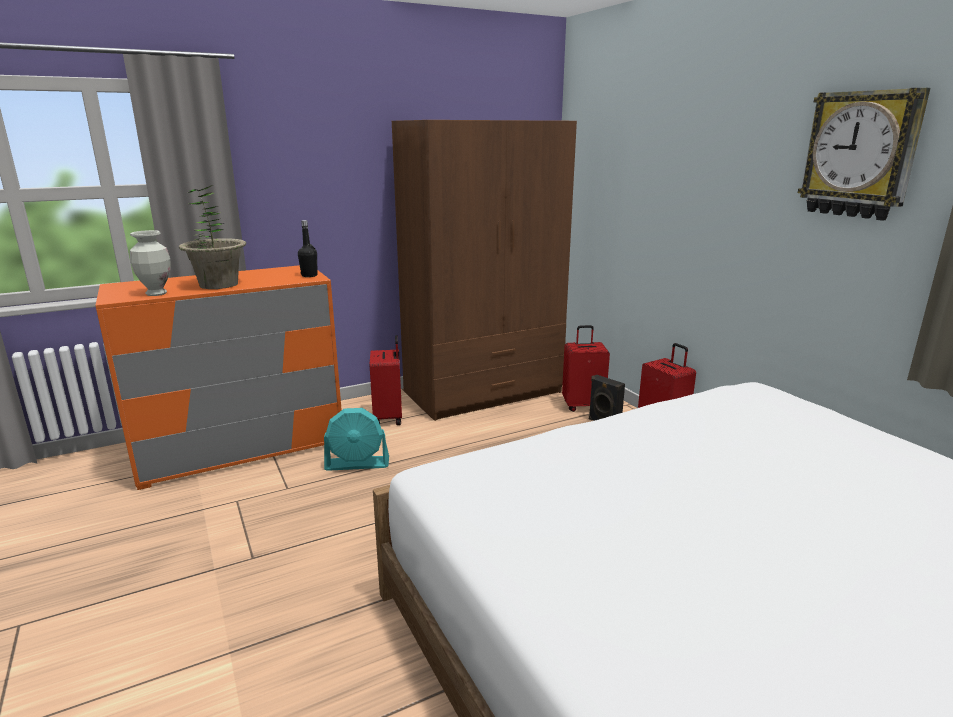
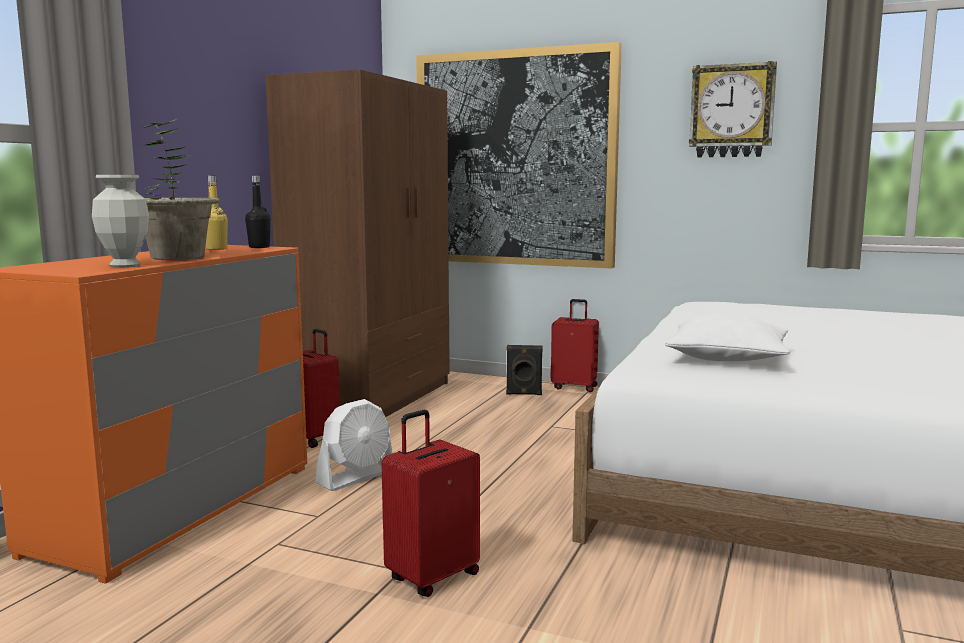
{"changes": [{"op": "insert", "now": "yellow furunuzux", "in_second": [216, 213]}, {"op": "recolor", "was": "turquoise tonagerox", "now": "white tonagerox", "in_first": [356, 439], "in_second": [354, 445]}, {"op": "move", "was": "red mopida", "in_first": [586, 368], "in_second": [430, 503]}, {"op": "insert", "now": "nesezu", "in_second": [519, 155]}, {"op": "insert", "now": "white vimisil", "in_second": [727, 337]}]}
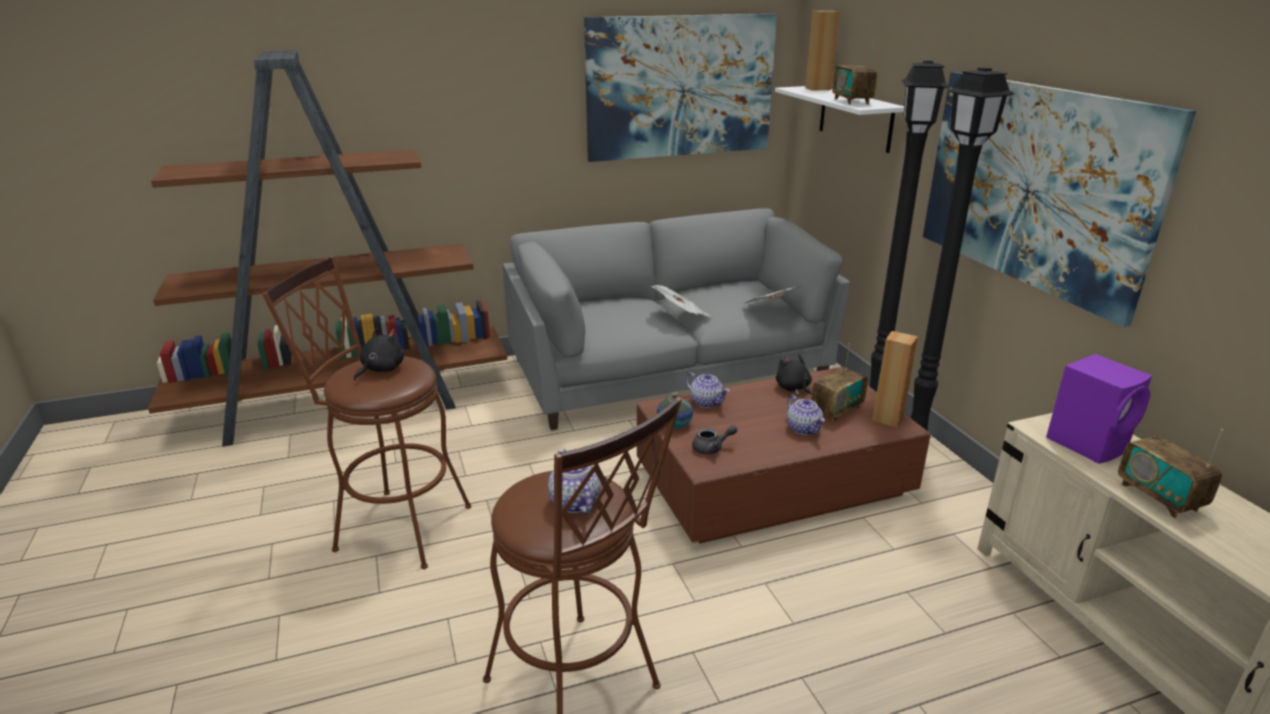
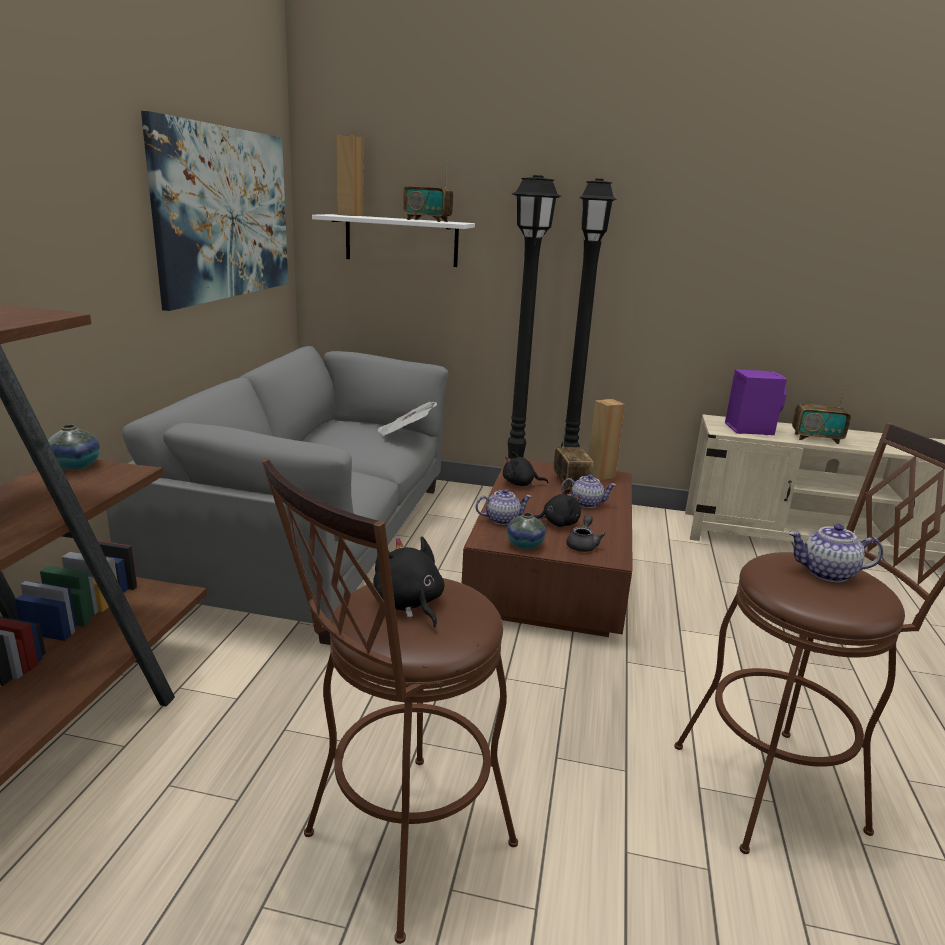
{"changes": [{"op": "insert", "now": "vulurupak", "in_second": [73, 447]}, {"op": "insert", "now": "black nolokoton", "in_second": [557, 508]}, {"op": "delete", "was": "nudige", "in_first": [680, 300]}, {"op": "delete", "was": "nesezu", "in_first": [1059, 199]}]}
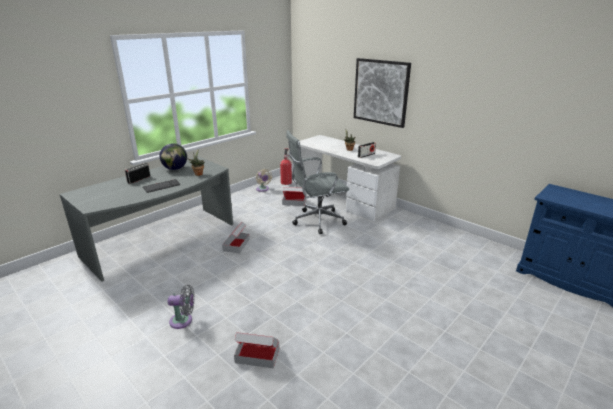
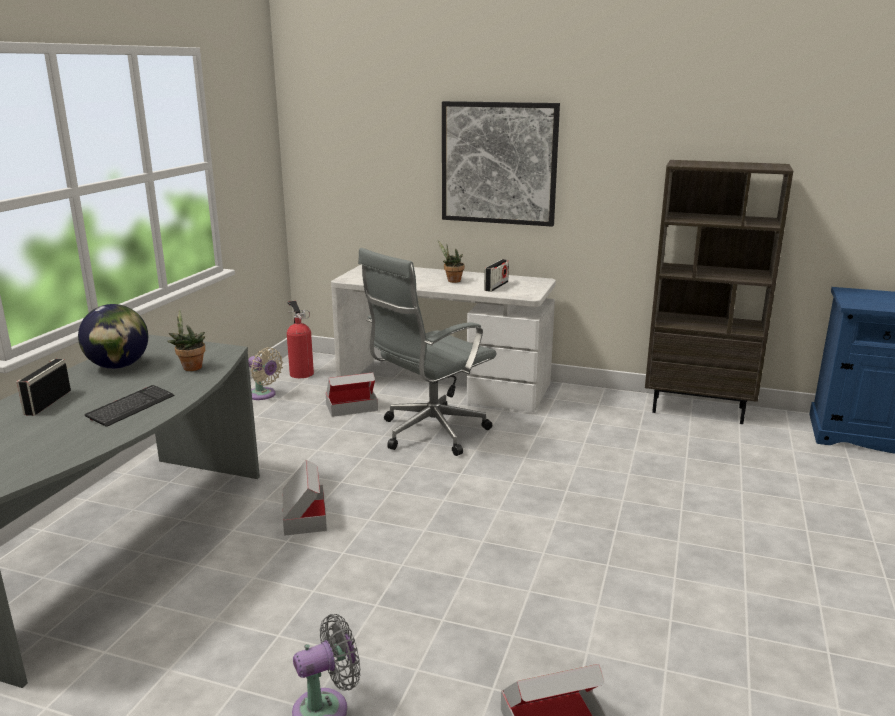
{"changes": [{"op": "insert", "now": "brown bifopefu", "in_second": [719, 292]}]}
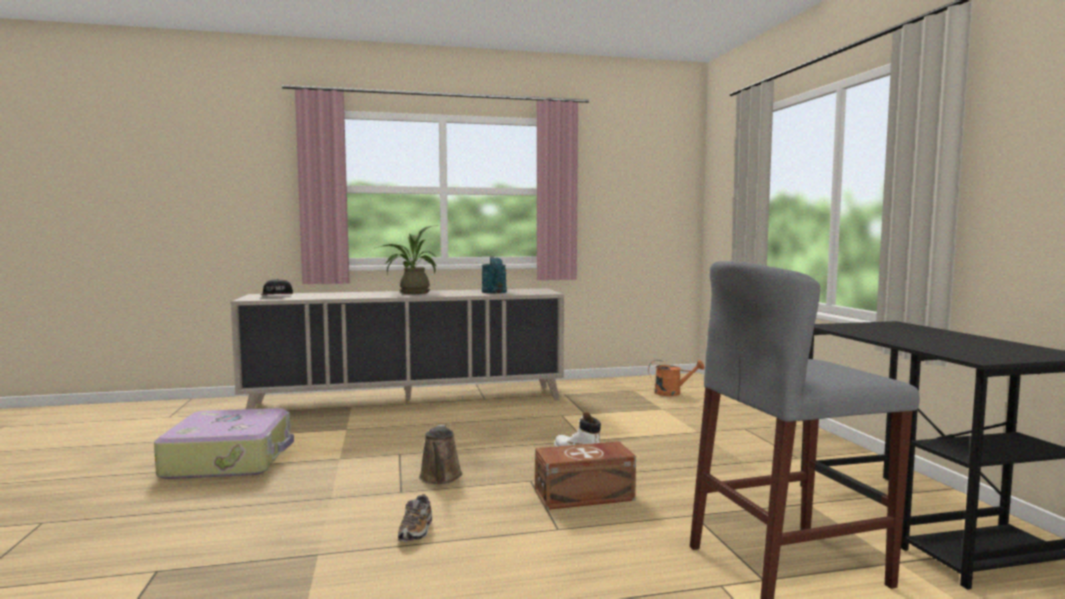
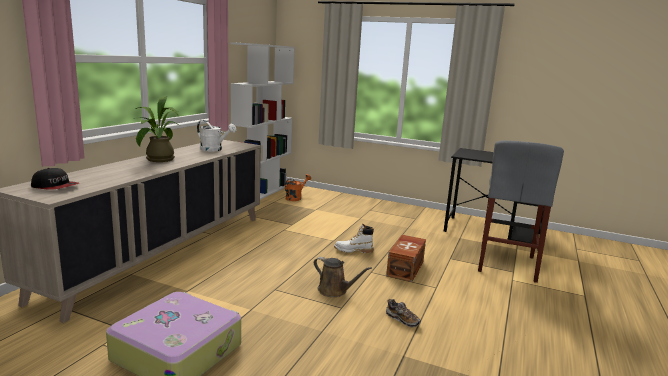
{"changes": [{"op": "recolor", "was": "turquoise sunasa", "now": "white sunasa", "in_first": [494, 275], "in_second": [216, 135]}, {"op": "insert", "now": "white bifopefu", "in_second": [263, 121]}]}
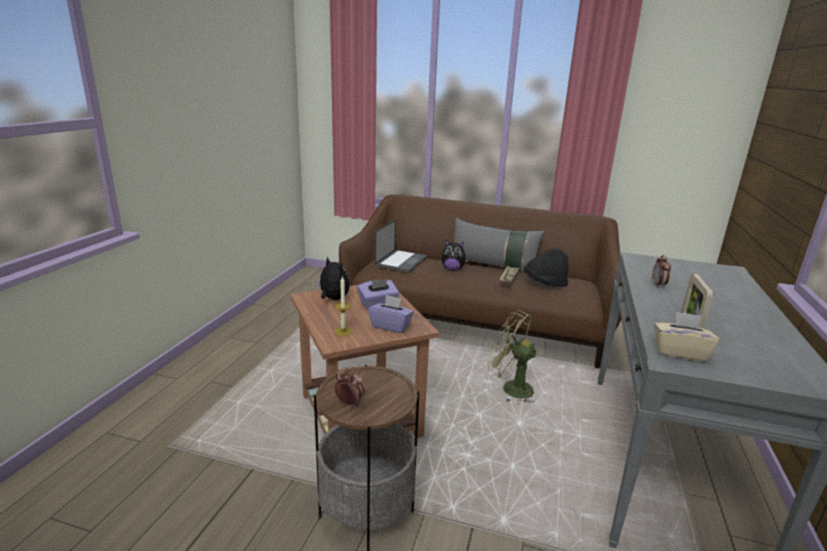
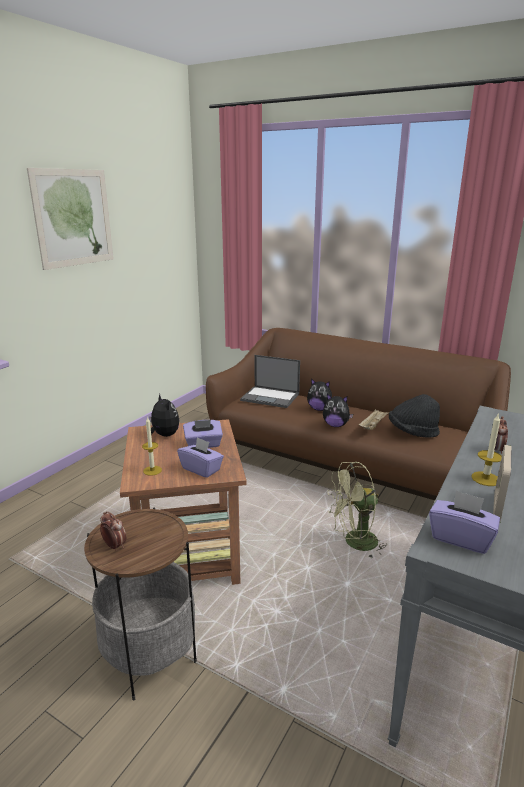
{"changes": [{"op": "insert", "now": "nesezu", "in_second": [70, 219]}, {"op": "rotate", "was": "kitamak", "in_first": [401, 246], "in_second": [270, 381], "clockwise": 75}, {"op": "insert", "now": "nolokoton", "in_second": [338, 410]}, {"op": "rotate", "was": "green tonagerox", "in_first": [512, 356], "in_second": [357, 510], "clockwise": -60}, {"op": "recolor", "was": "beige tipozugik", "now": "purple tipozugik", "in_first": [687, 336], "in_second": [464, 522]}, {"op": "insert", "now": "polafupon", "in_second": [487, 449]}, {"op": "delete", "was": "grey vimisil", "in_first": [498, 245]}]}
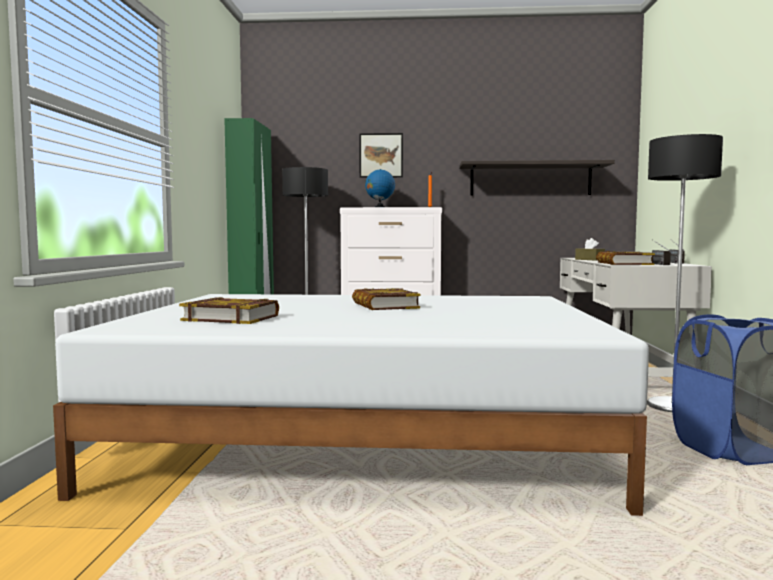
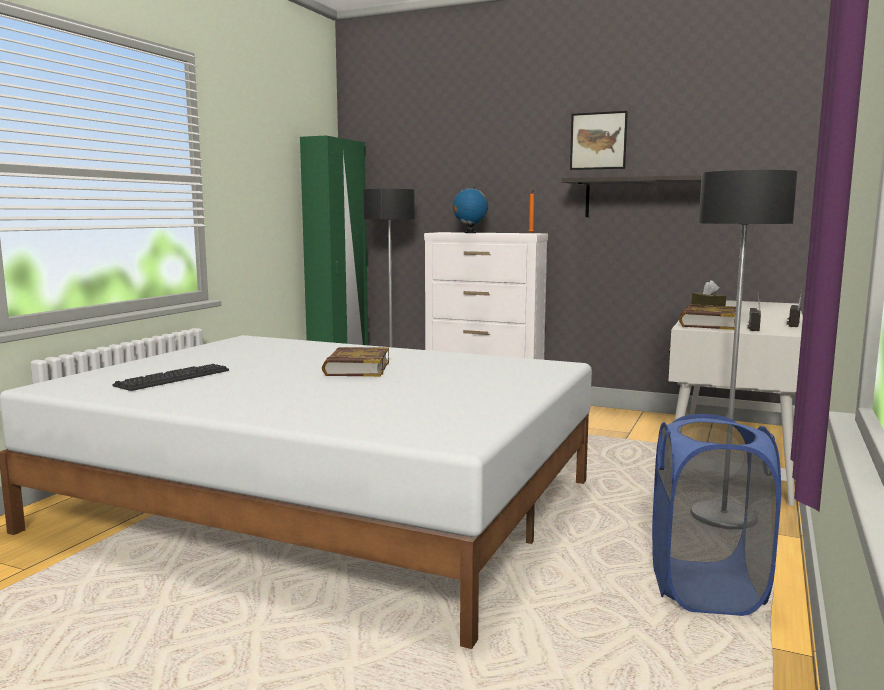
{"changes": [{"op": "replace", "was": "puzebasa", "now": "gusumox", "in_first": [229, 310], "in_second": [171, 377]}, {"op": "move", "was": "nesezu", "in_first": [381, 155], "in_second": [599, 140]}]}
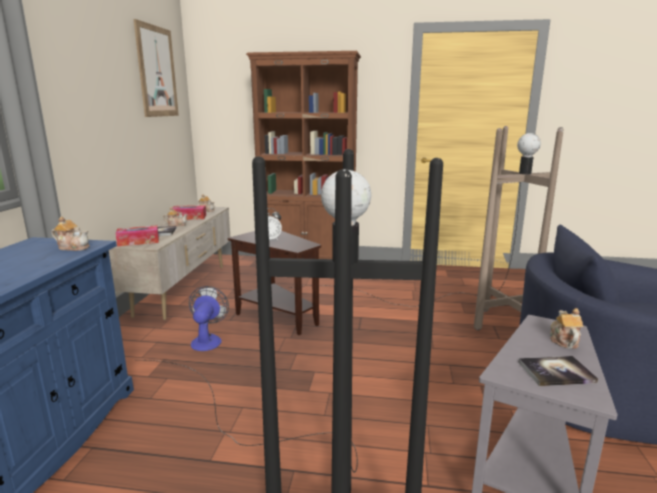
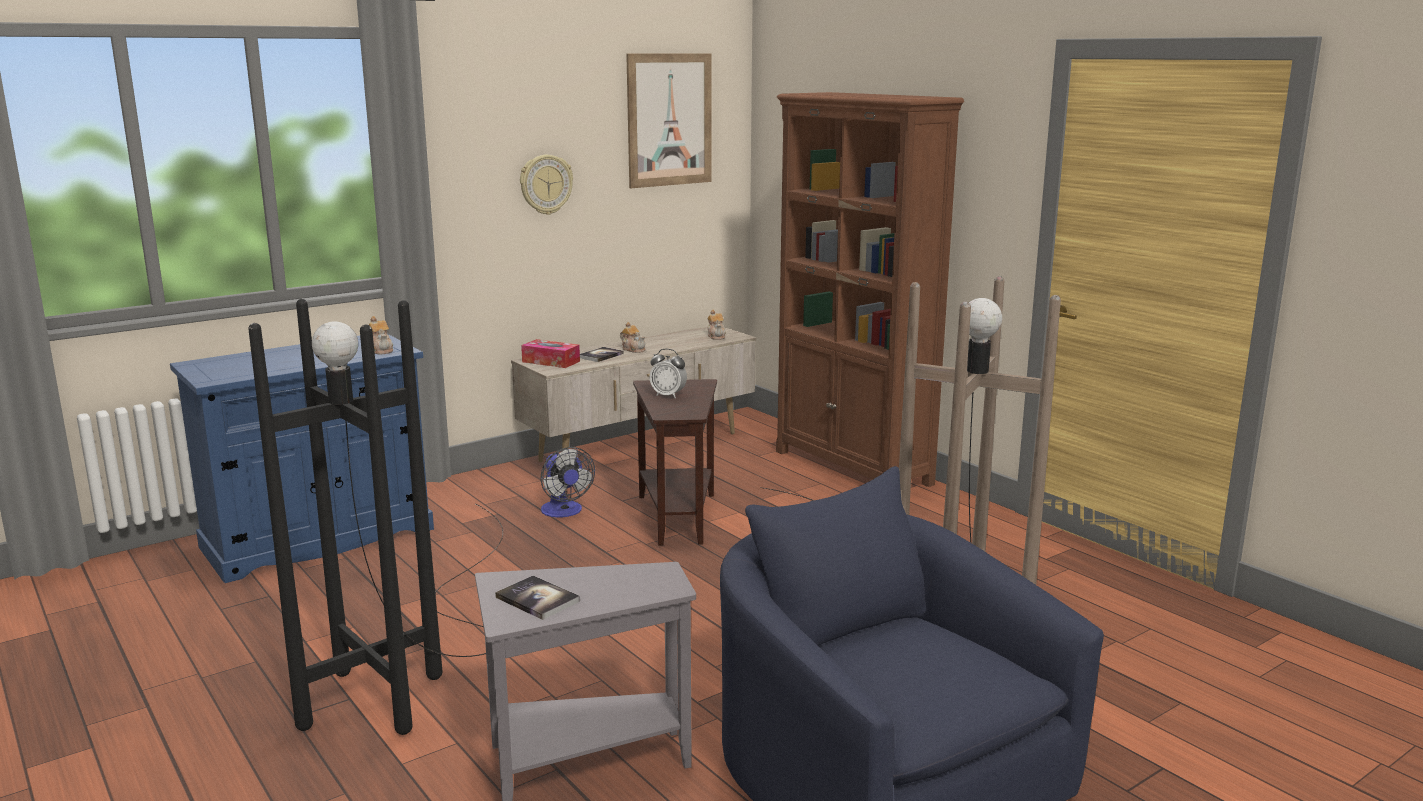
{"changes": [{"op": "insert", "now": "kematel", "in_second": [546, 185]}, {"op": "rotate", "was": "tonagerox", "in_first": [209, 318], "in_second": [568, 482], "clockwise": 105}, {"op": "delete", "was": "tipozugik", "in_first": [189, 212]}, {"op": "delete", "was": "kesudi", "in_first": [566, 328]}]}
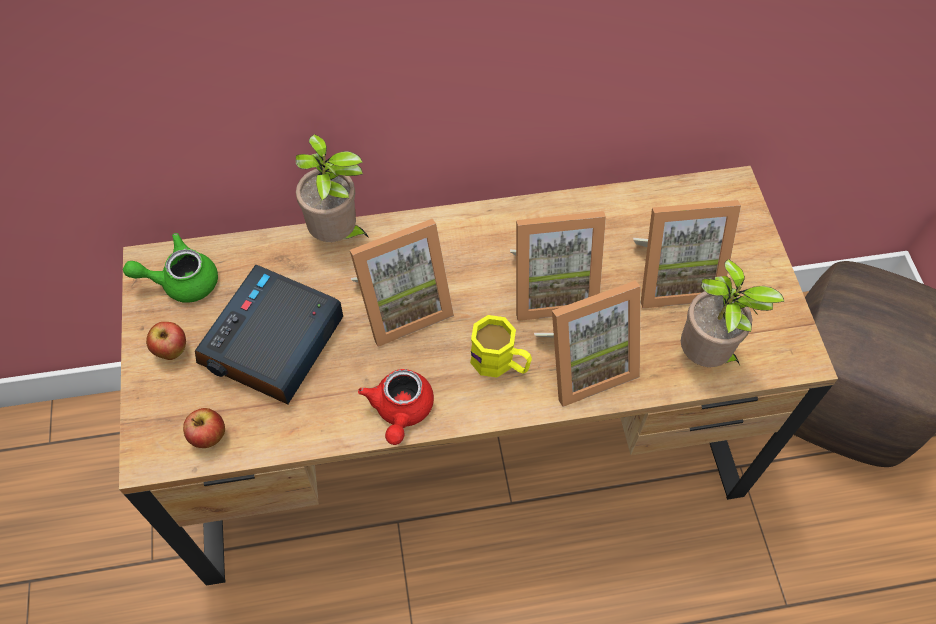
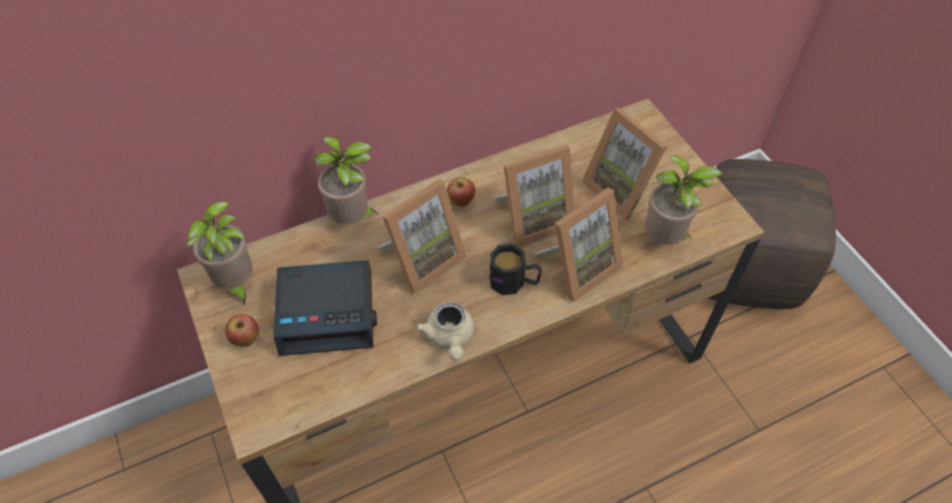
{"changes": [{"op": "replace", "was": "green kesudi", "now": "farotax", "in_first": [170, 268], "in_second": [219, 254]}, {"op": "rotate", "was": "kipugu", "in_first": [269, 334], "in_second": [325, 308], "clockwise": -105}, {"op": "recolor", "was": "red kesudi", "now": "beige kesudi", "in_first": [396, 407], "in_second": [444, 331]}, {"op": "move", "was": "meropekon", "in_first": [204, 428], "in_second": [461, 192]}, {"op": "recolor", "was": "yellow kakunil", "now": "black kakunil", "in_first": [501, 346], "in_second": [515, 269]}, {"op": "rotate", "was": "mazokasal", "in_first": [687, 254], "in_second": [624, 164], "clockwise": 75}]}
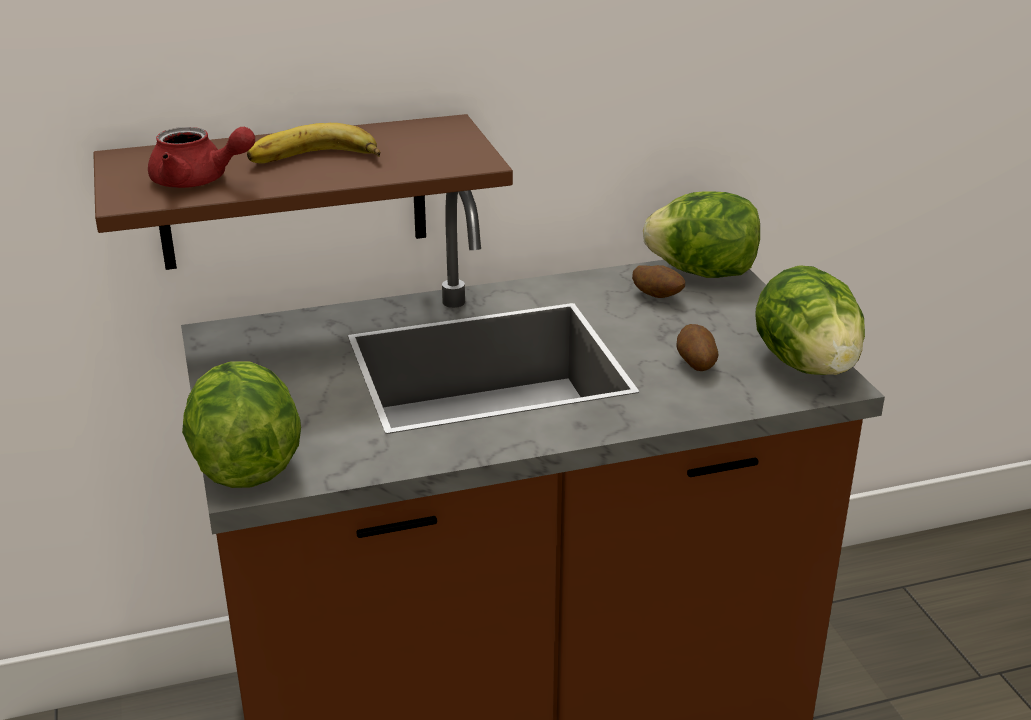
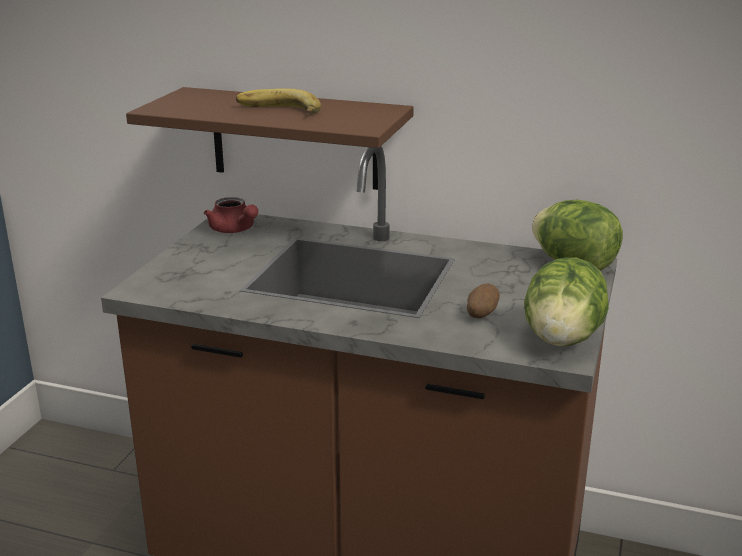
{"changes": [{"op": "move", "was": "red kesudi", "in_first": [201, 157], "in_second": [231, 215]}, {"op": "delete", "was": "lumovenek", "in_first": [241, 424]}, {"op": "delete", "was": "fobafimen", "in_first": [658, 281]}]}
